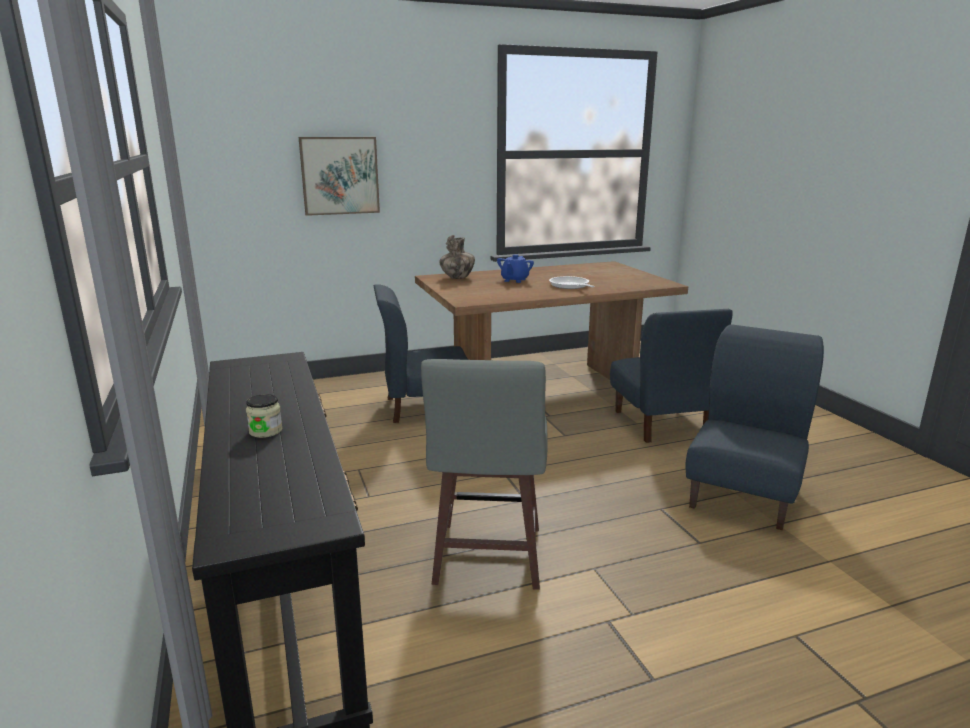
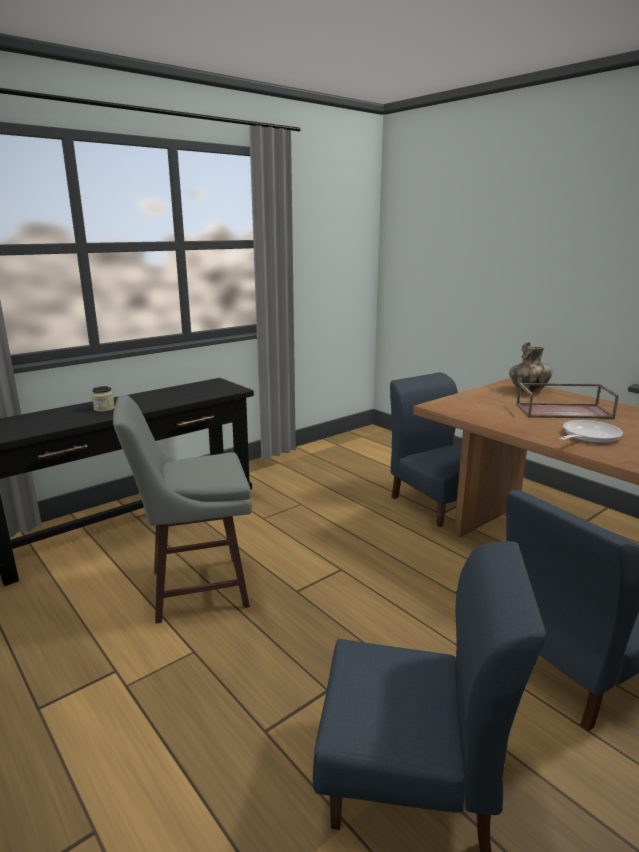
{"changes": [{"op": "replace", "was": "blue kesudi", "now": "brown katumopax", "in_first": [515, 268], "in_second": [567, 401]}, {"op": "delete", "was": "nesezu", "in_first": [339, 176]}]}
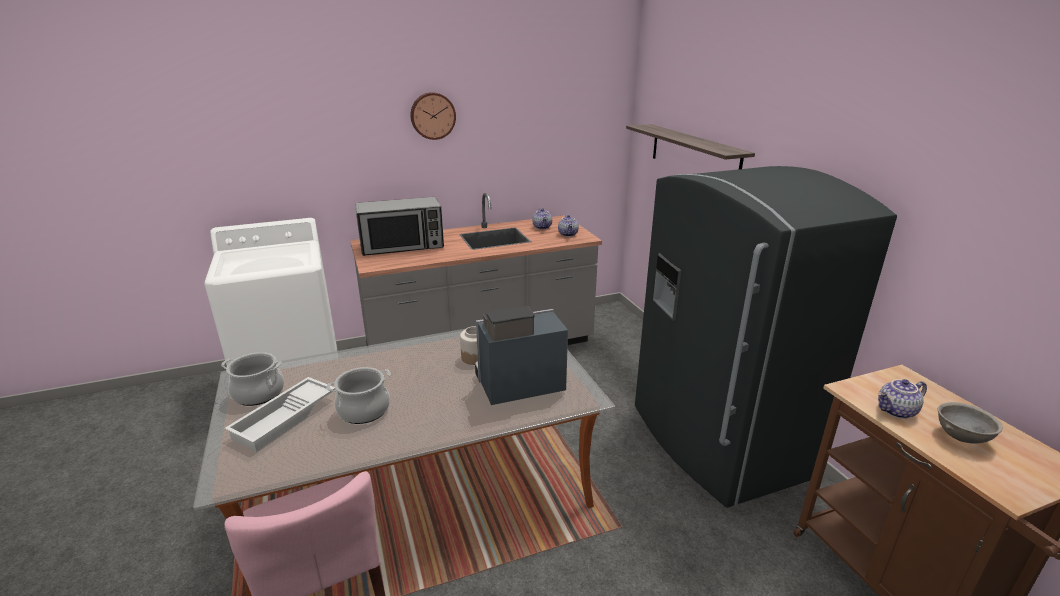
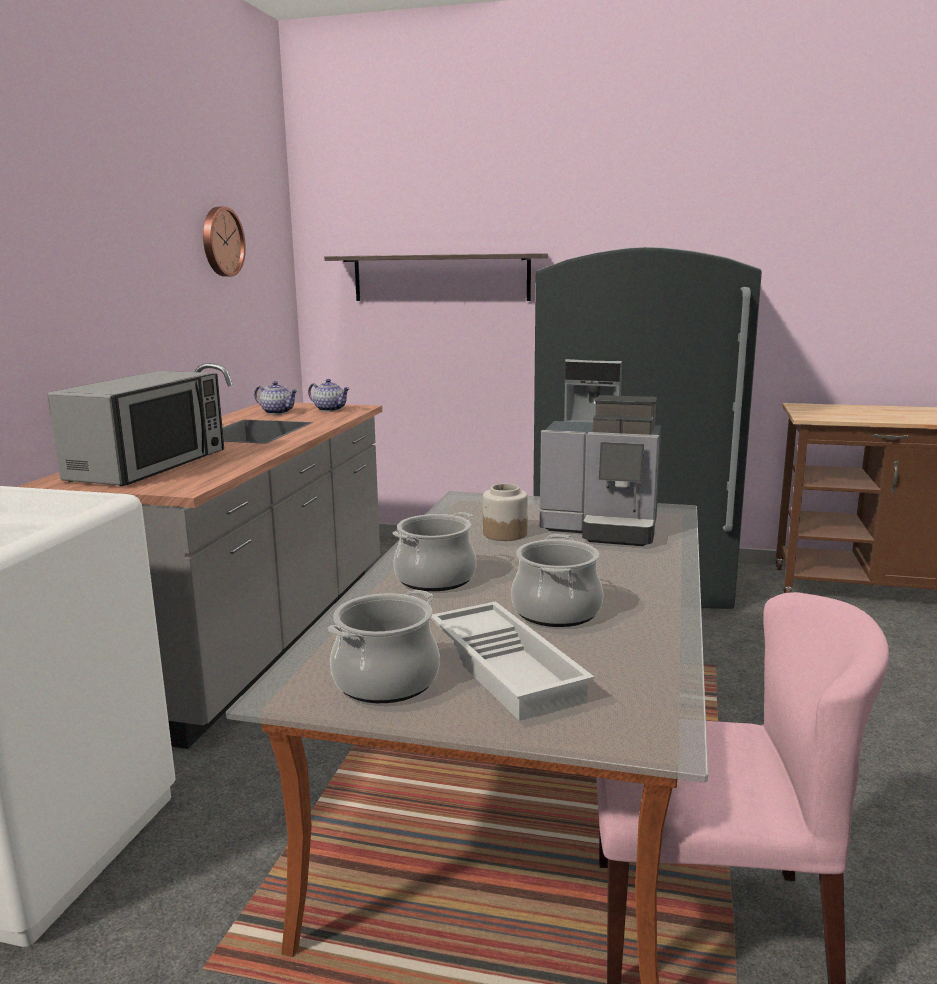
{"changes": [{"op": "move", "was": "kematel", "in_first": [433, 116], "in_second": [224, 242]}, {"op": "insert", "now": "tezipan", "in_second": [434, 551]}, {"op": "rotate", "was": "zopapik", "in_first": [521, 355], "in_second": [600, 470], "clockwise": -90}, {"op": "delete", "was": "kesudi", "in_first": [902, 399]}, {"op": "delete", "was": "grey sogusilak", "in_first": [970, 423]}]}
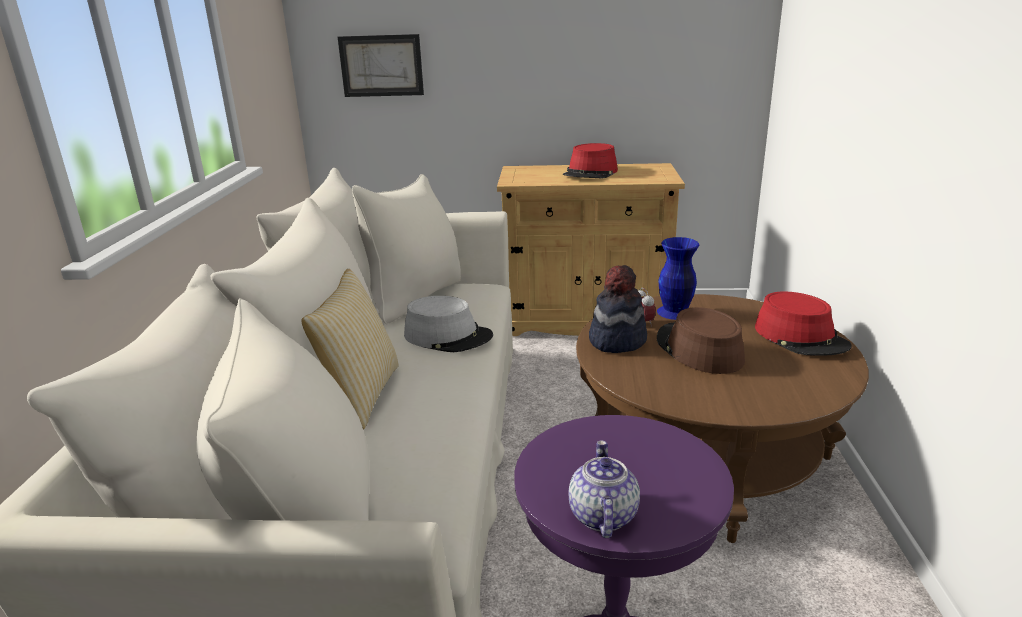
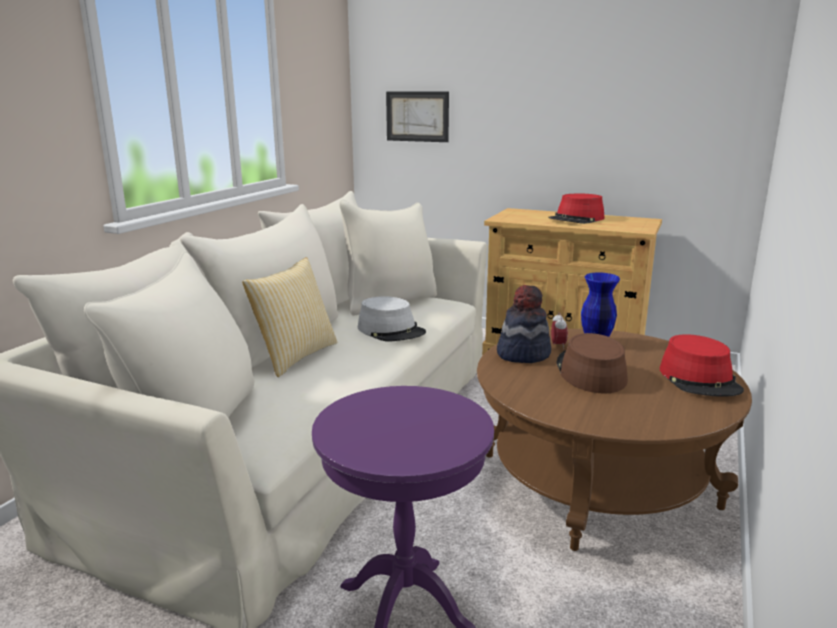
{"changes": [{"op": "delete", "was": "kesudi", "in_first": [604, 489]}]}
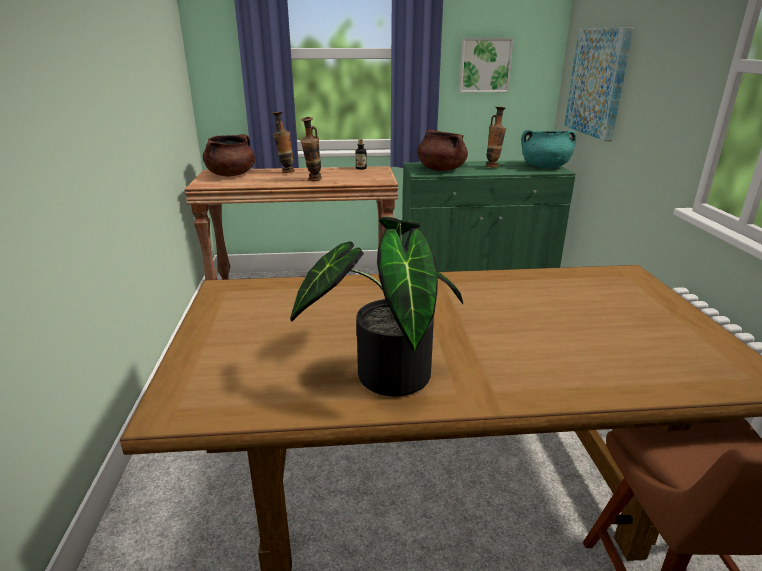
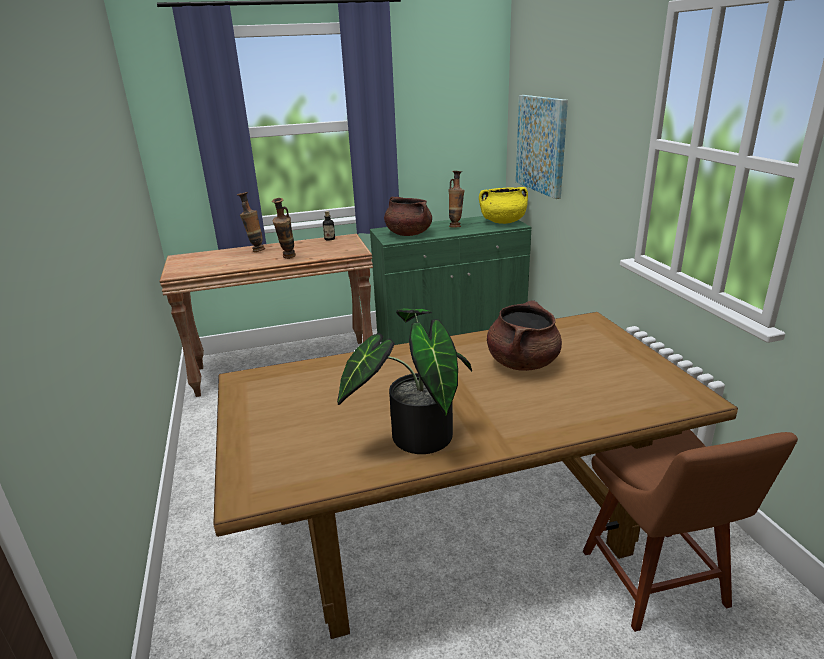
{"changes": [{"op": "recolor", "was": "turquoise tezipan", "now": "yellow tezipan", "in_first": [548, 149], "in_second": [503, 205]}, {"op": "move", "was": "brown tezipan", "in_first": [228, 155], "in_second": [524, 335]}, {"op": "delete", "was": "nesezu", "in_first": [486, 65]}]}
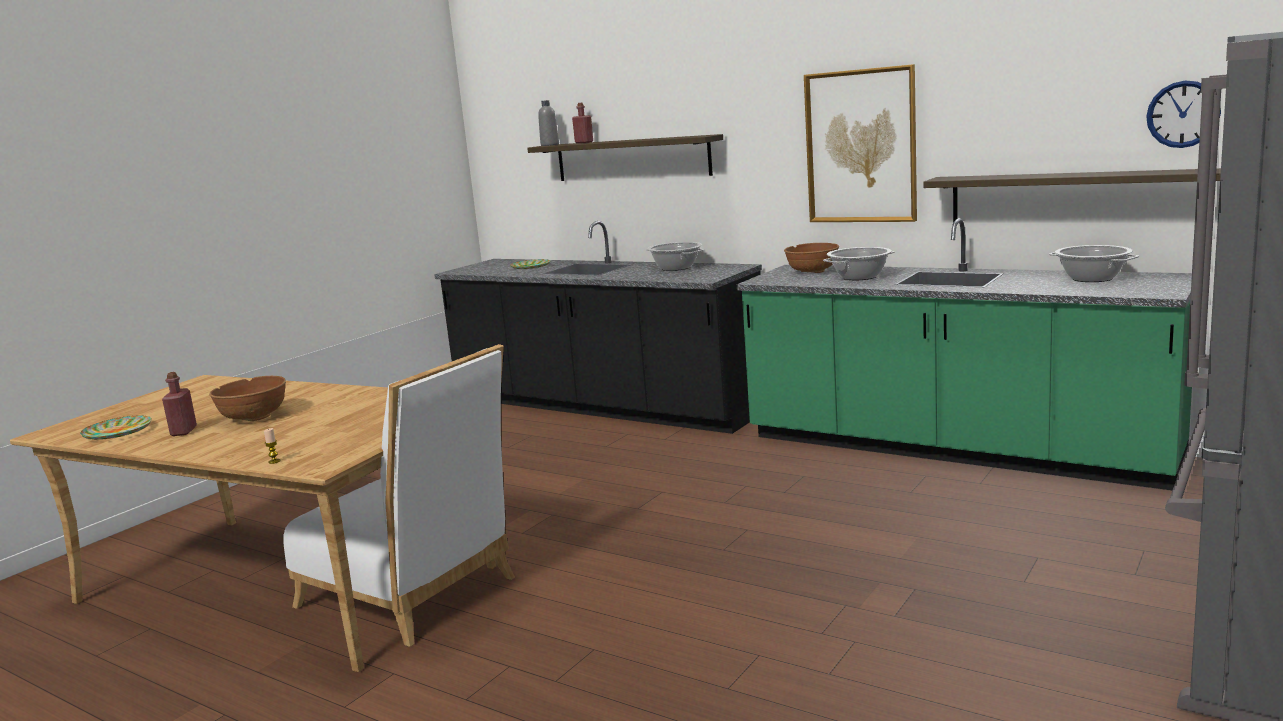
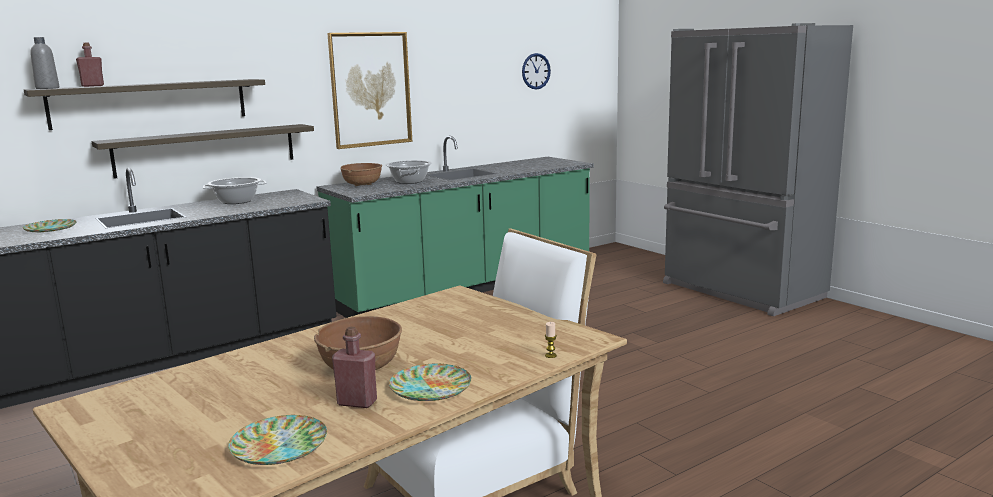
{"changes": [{"op": "move", "was": "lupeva", "in_first": [1072, 195], "in_second": [203, 151]}, {"op": "insert", "now": "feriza", "in_second": [430, 382]}, {"op": "delete", "was": "tezipan", "in_first": [1094, 263]}]}
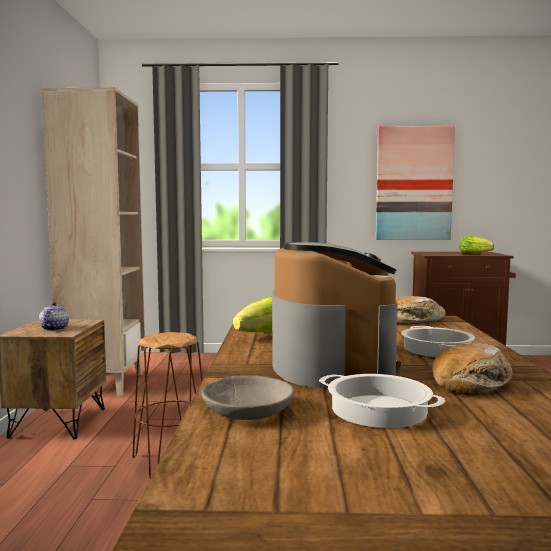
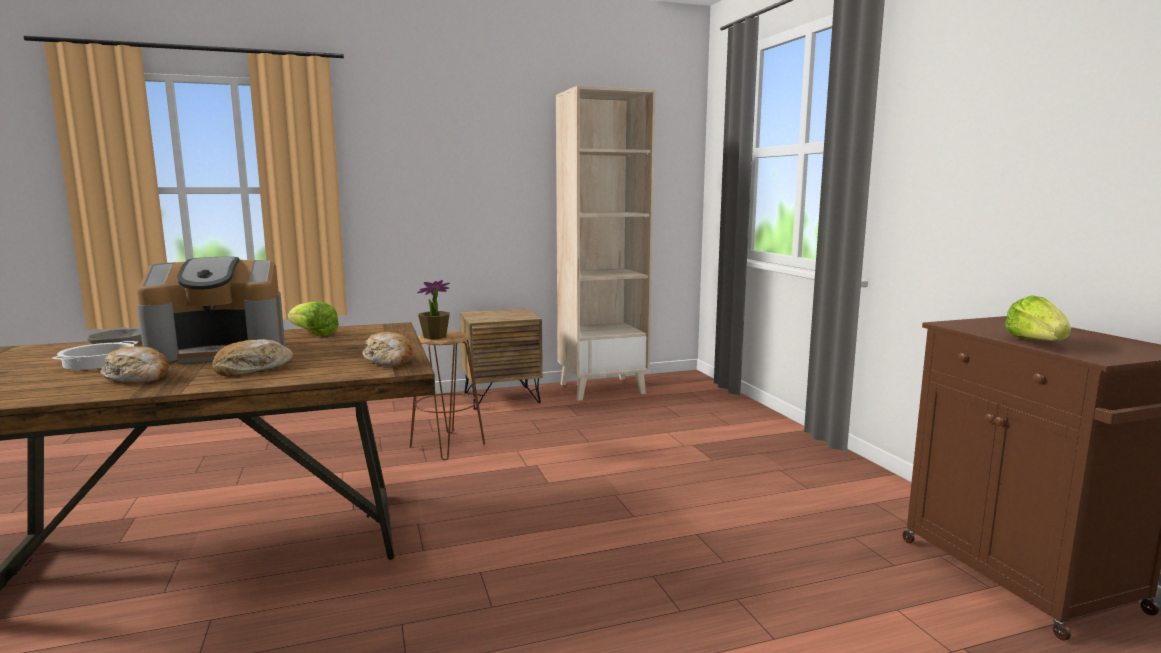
{"changes": [{"op": "replace", "was": "tezipan", "now": "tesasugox", "in_first": [438, 341], "in_second": [252, 358]}, {"op": "insert", "now": "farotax", "in_second": [433, 309]}, {"op": "delete", "was": "kesudi", "in_first": [54, 316]}, {"op": "delete", "was": "nesezu", "in_first": [415, 183]}]}
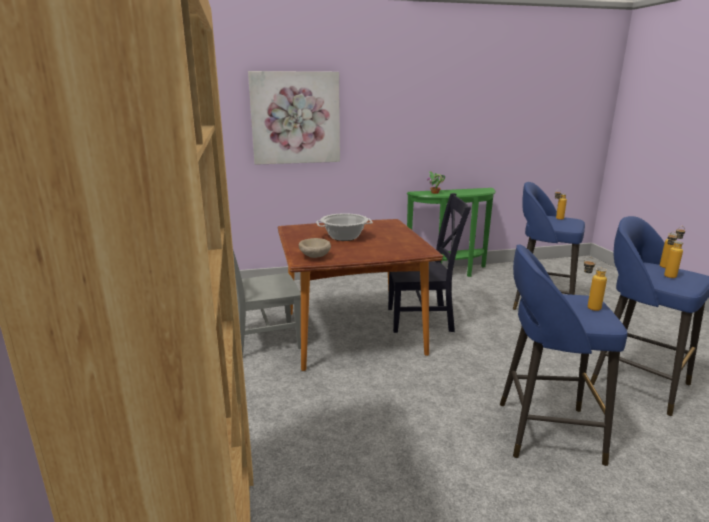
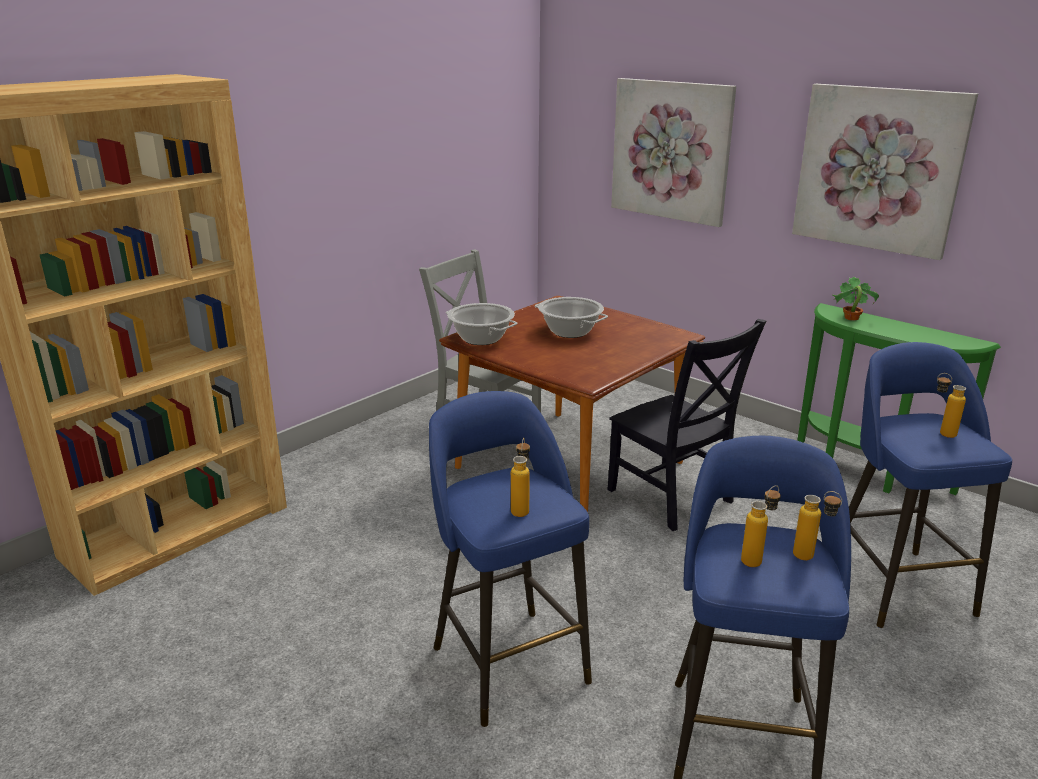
{"changes": [{"op": "replace", "was": "beige sogusilak", "now": "tezipan", "in_first": [315, 248], "in_second": [482, 324]}, {"op": "insert", "now": "nesezu", "in_second": [885, 172]}]}
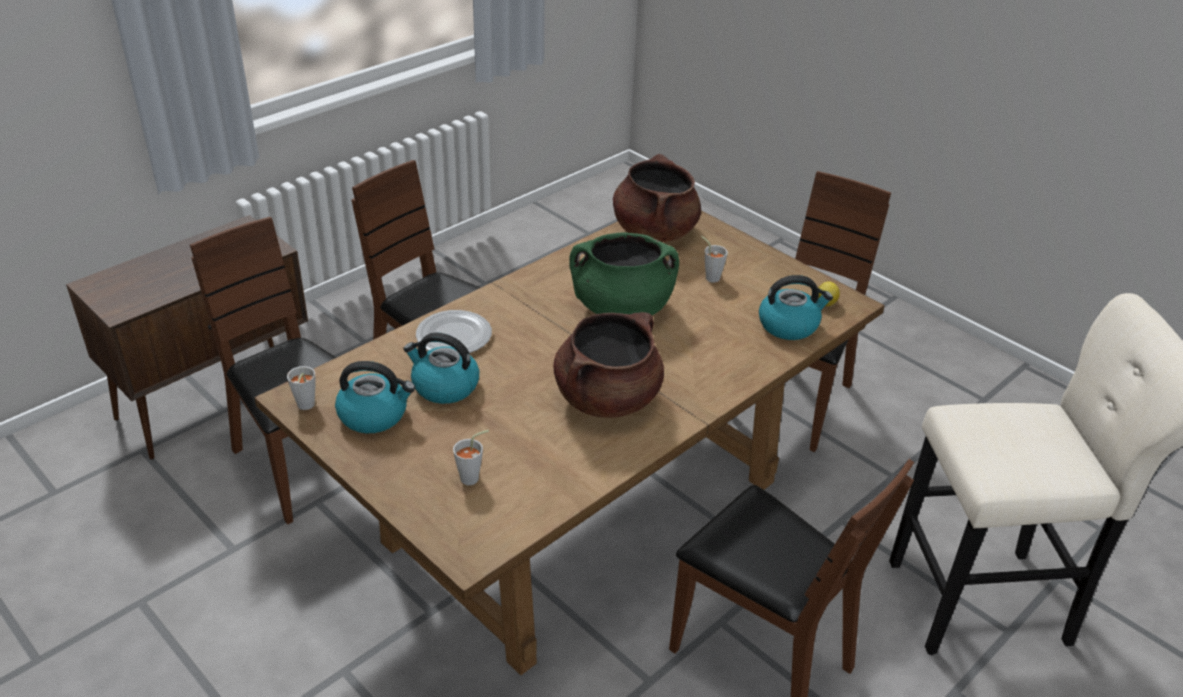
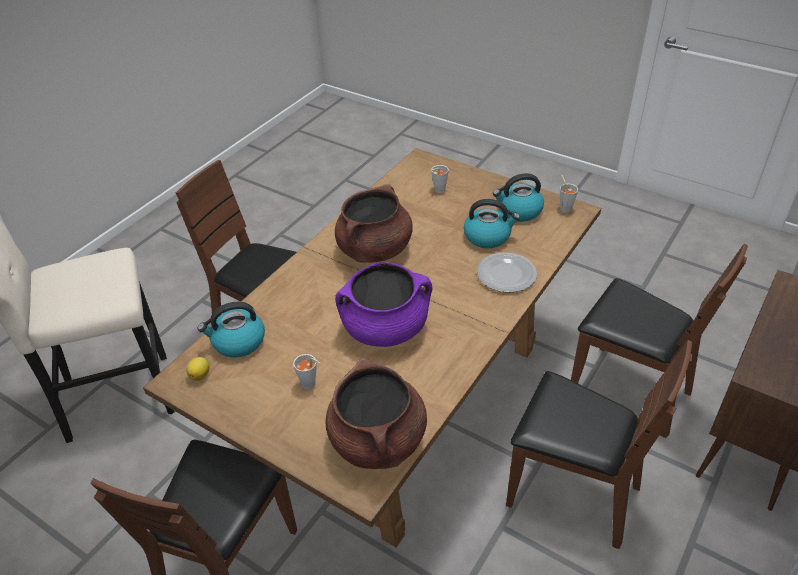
{"changes": [{"op": "recolor", "was": "green tezipan", "now": "purple tezipan", "in_first": [624, 273], "in_second": [383, 304]}]}
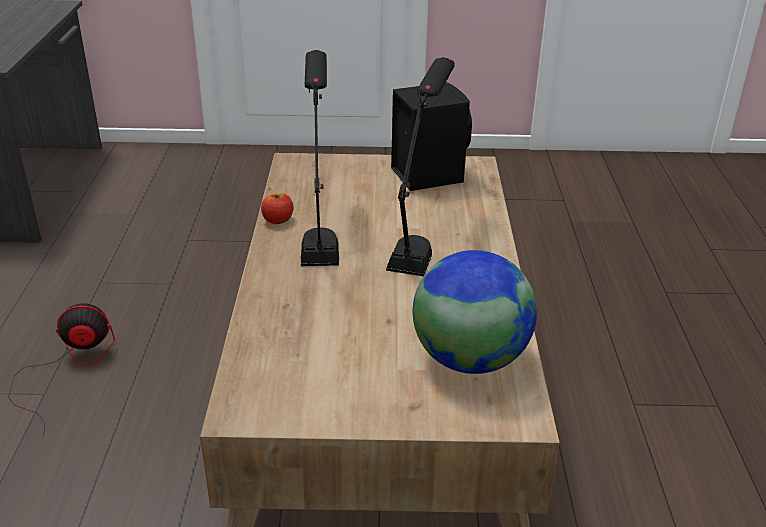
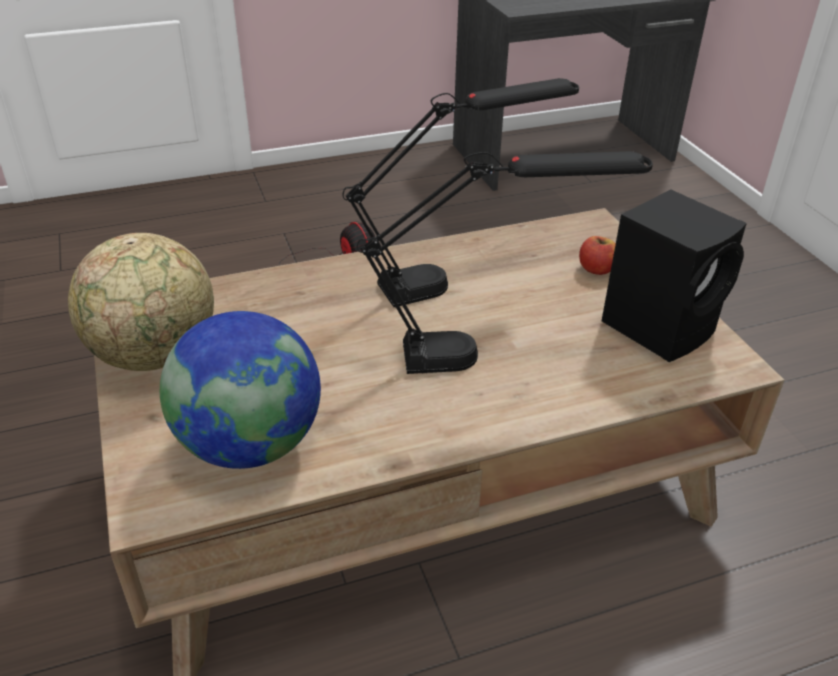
{"changes": [{"op": "insert", "now": "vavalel", "in_second": [141, 302]}, {"op": "move", "was": "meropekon", "in_first": [277, 208], "in_second": [597, 255]}]}
